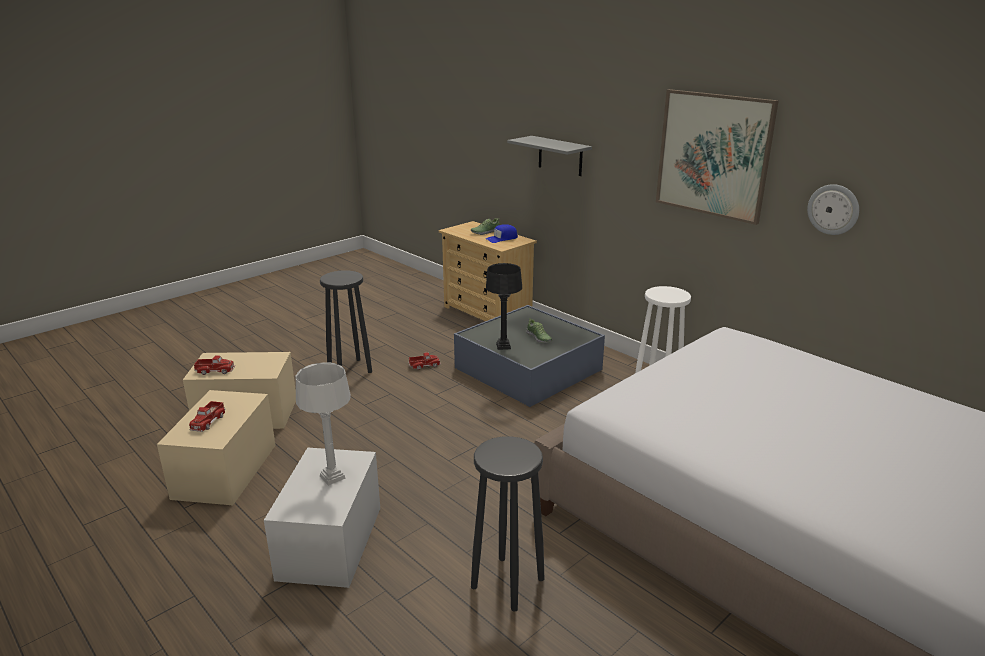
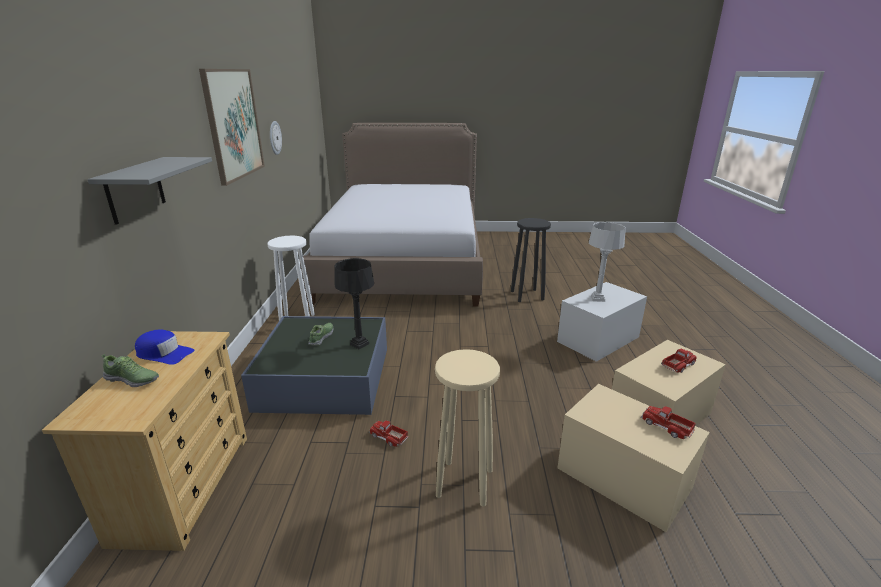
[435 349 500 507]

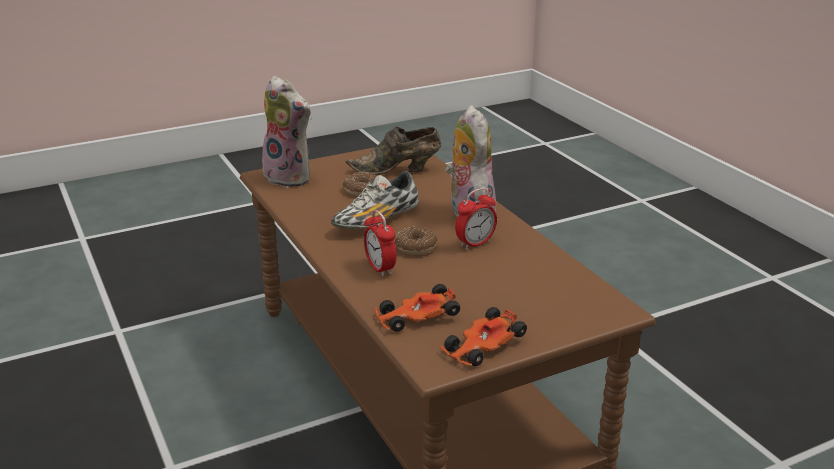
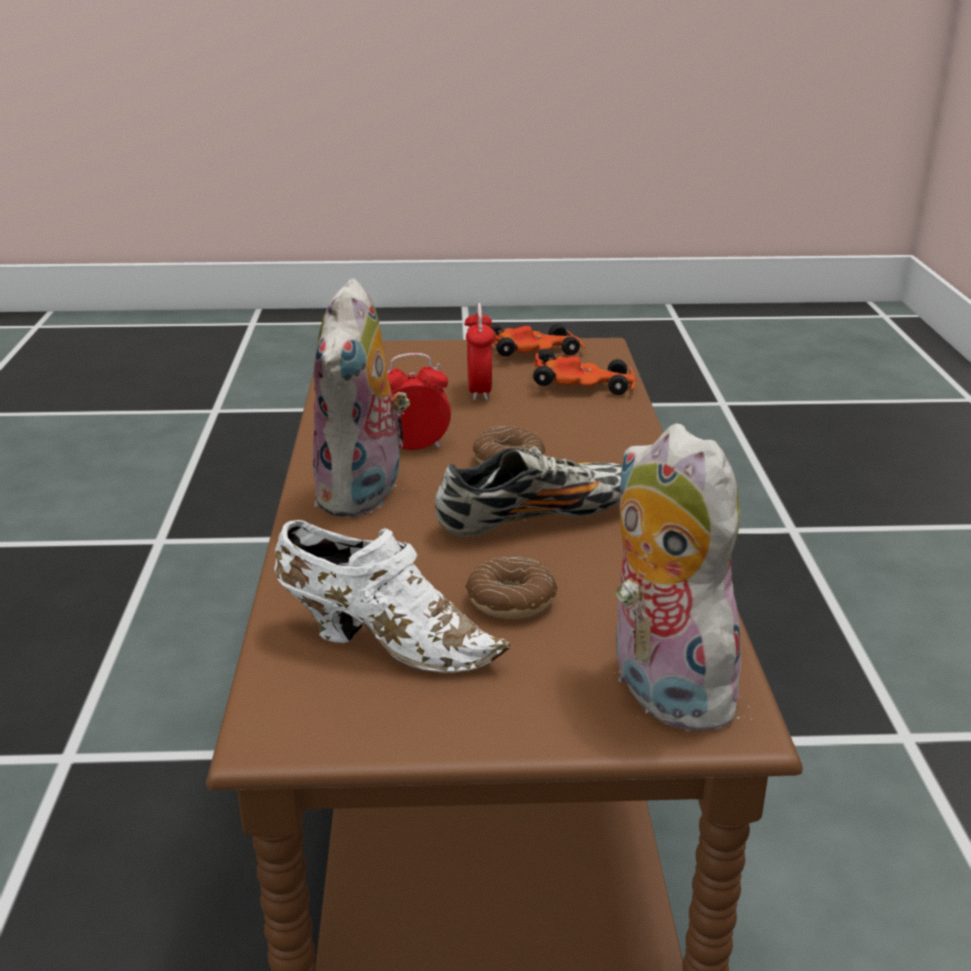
[274 520 510 673]
[464 303 495 401]

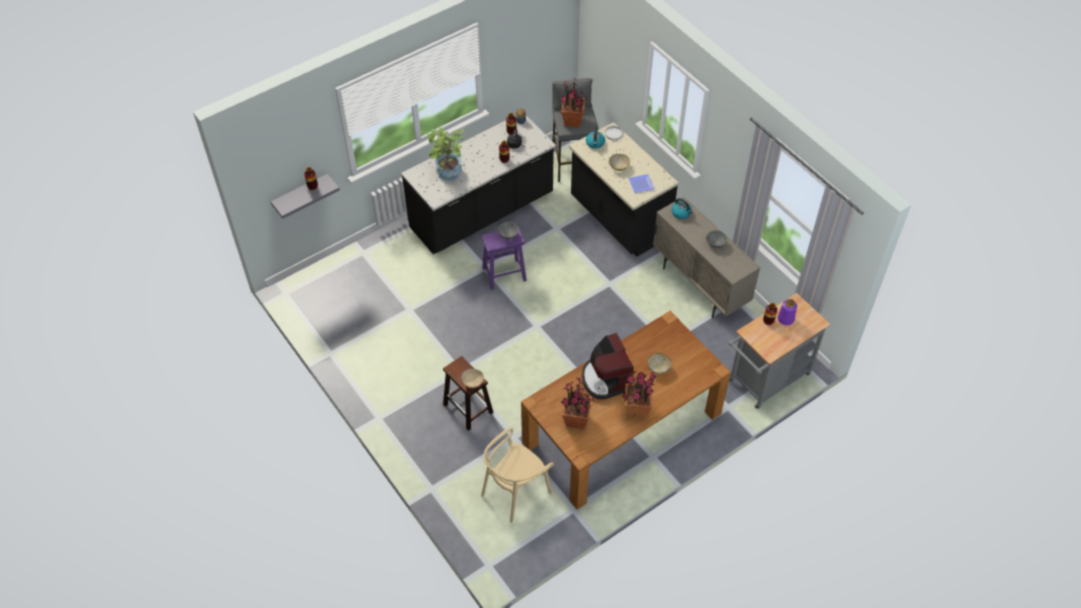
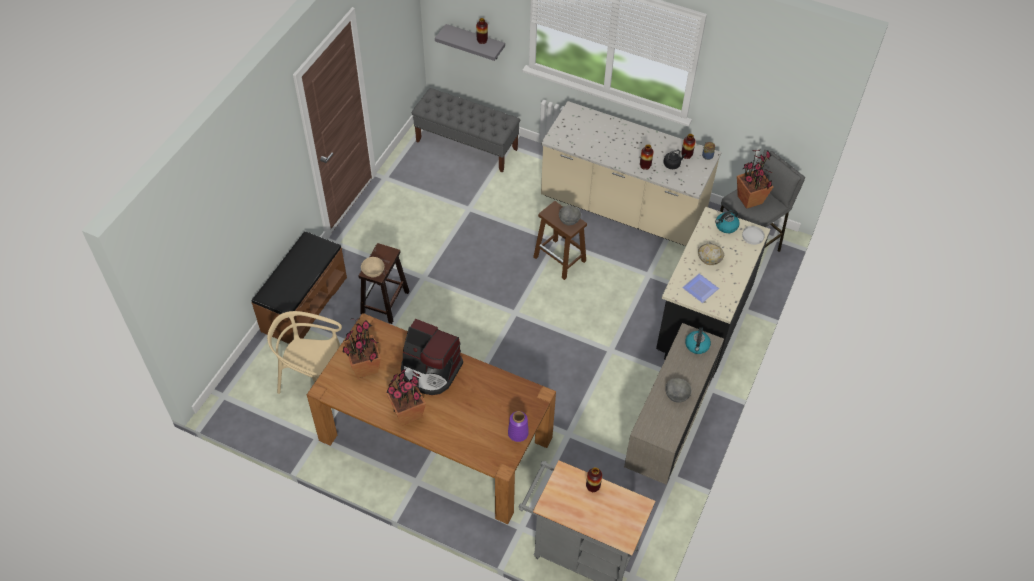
[252 231 347 344]
[401 319 463 395]
[412 88 520 173]
[508 411 529 442]
[533 201 587 280]
[541 101 722 246]
[427 128 464 181] (first image)
[648 353 672 374] (first image)

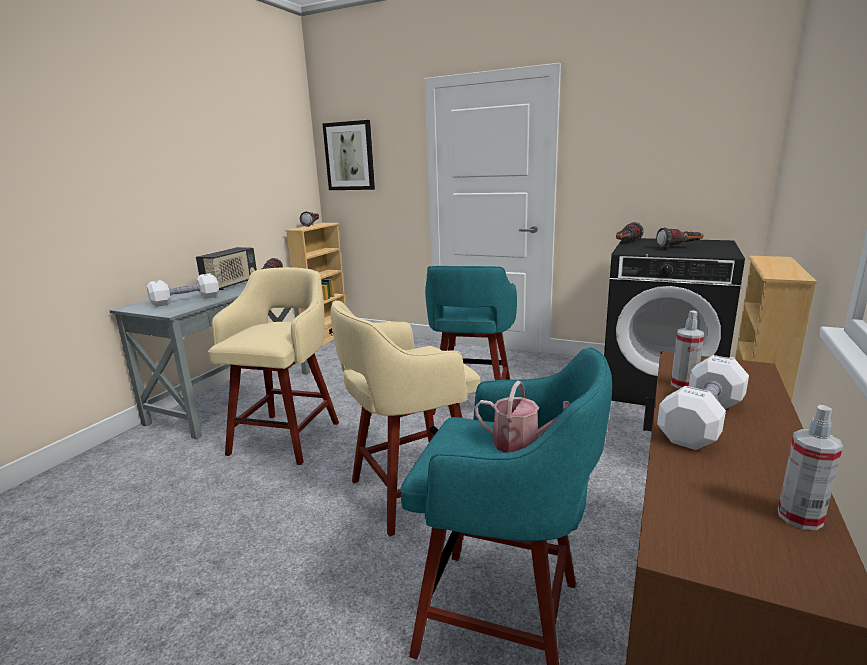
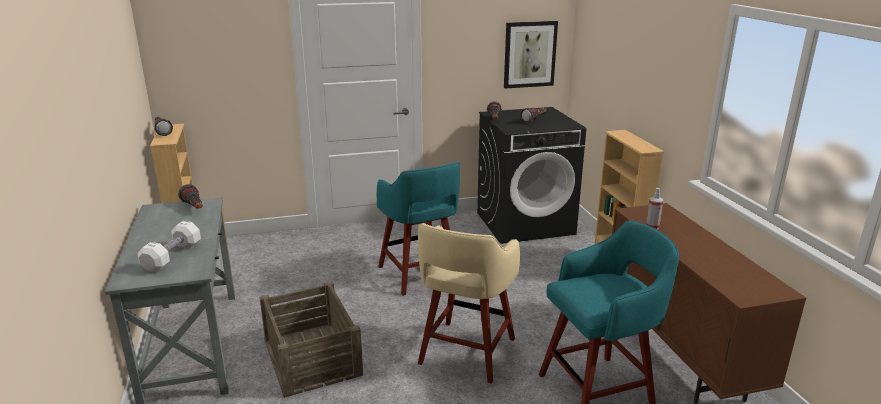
[259 281 363 398]
[504 21 558 89]
[196 247 257 290] (first image)
[474 381 571 453] (first image)
[657 355 749 450] (first image)
[778 405 843 530] (first image)

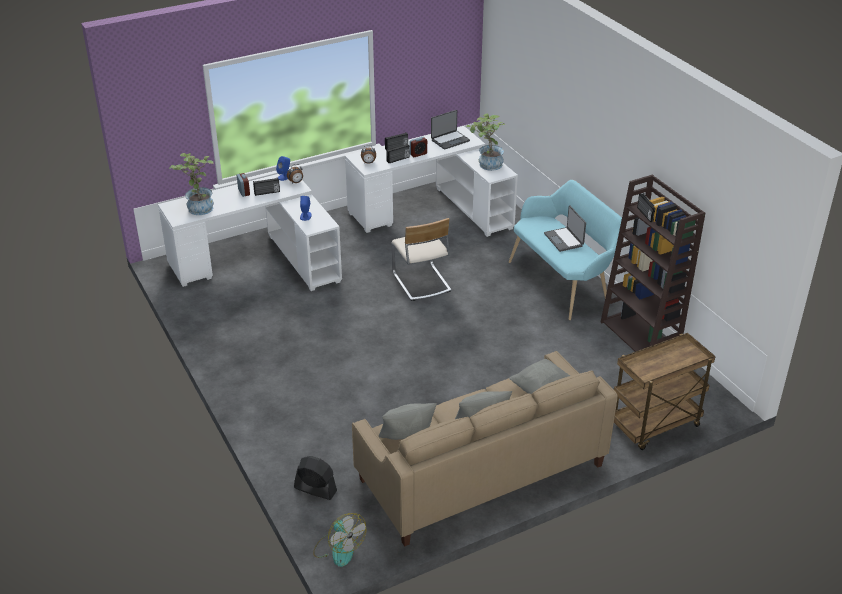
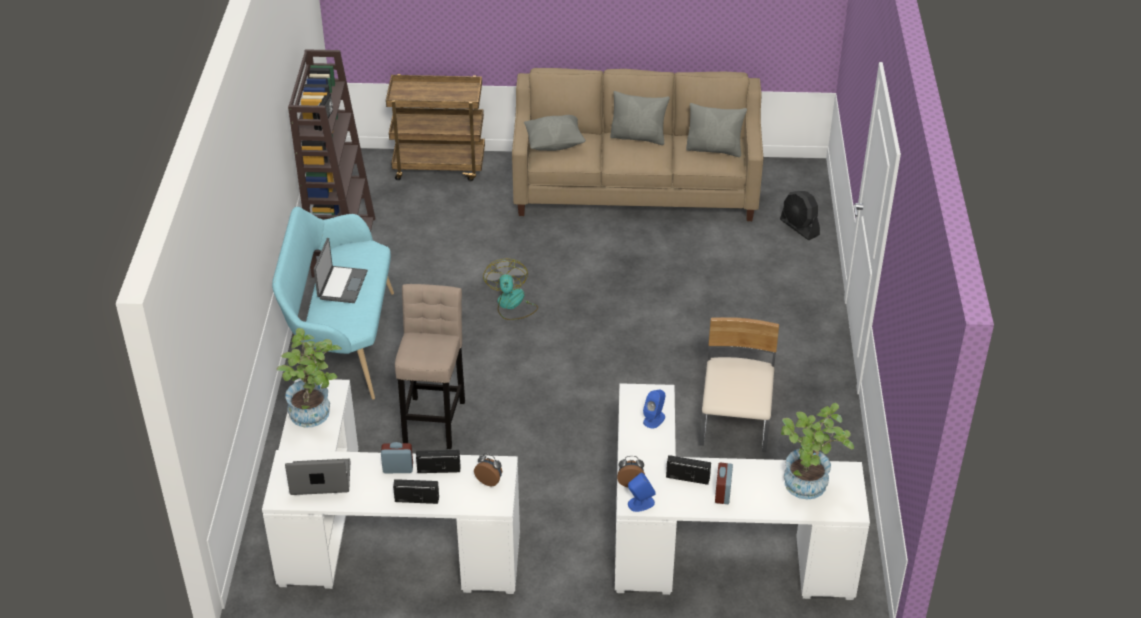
[395 284 465 449]
[483 259 538 320]
[700 317 779 452]

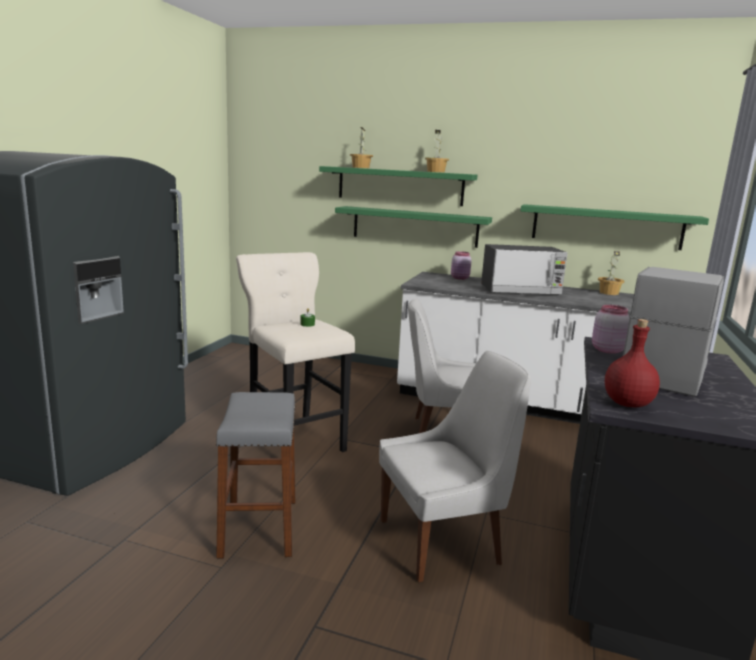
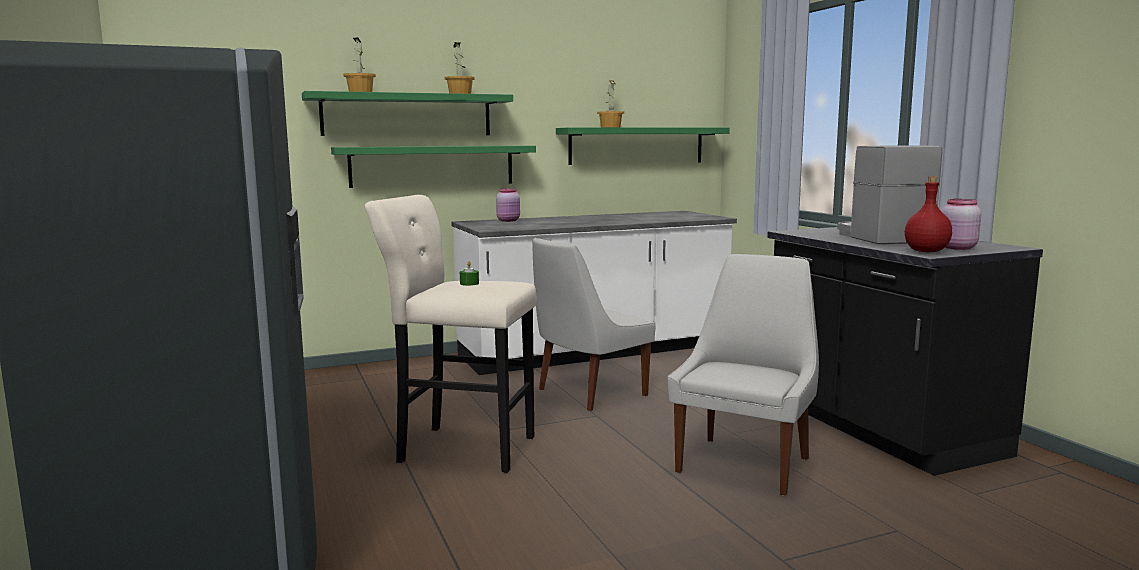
[597 80 624 127]
[942 199 981 250]
[216 392 296 559] (first image)
[481 244 567 294] (first image)

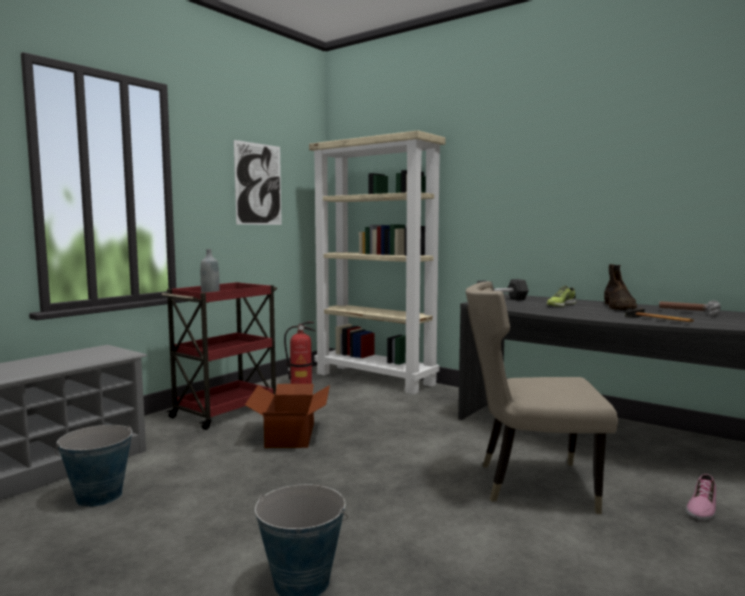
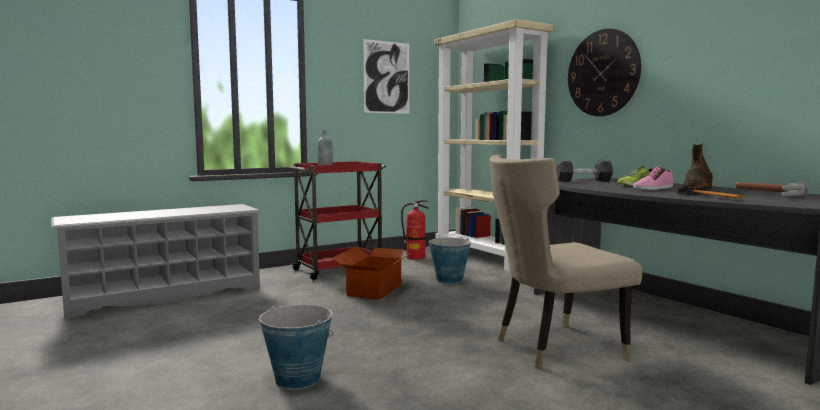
[427 238 471 284]
[490 154 642 368]
[568 28 641 116]
[633 167 673 190]

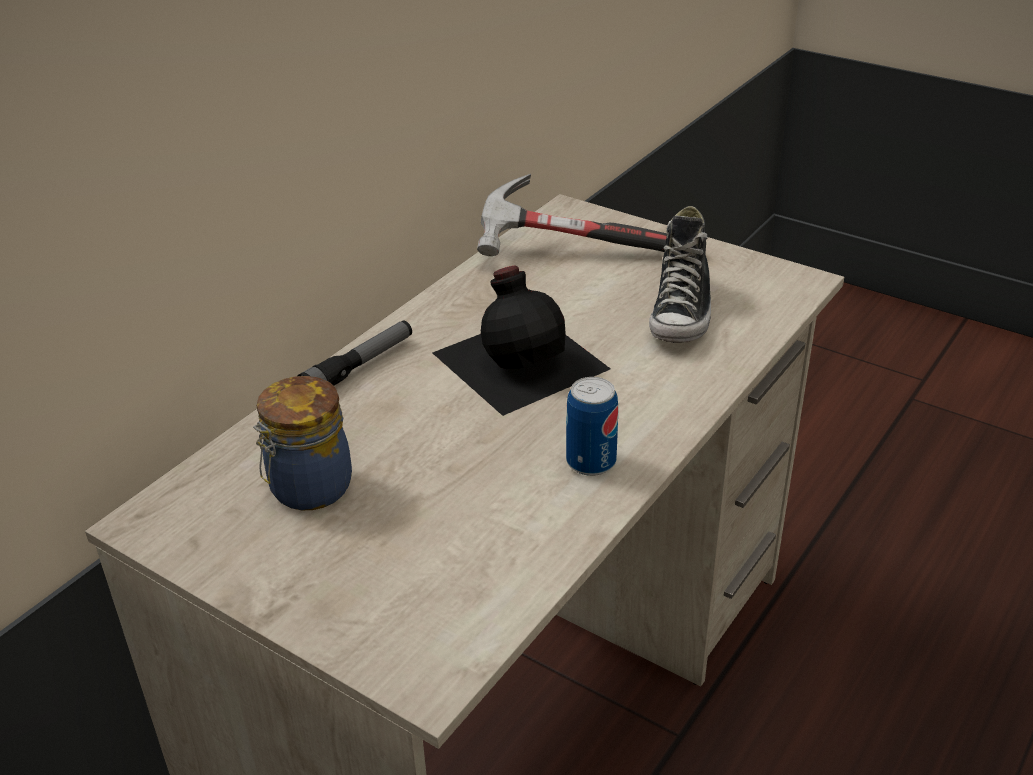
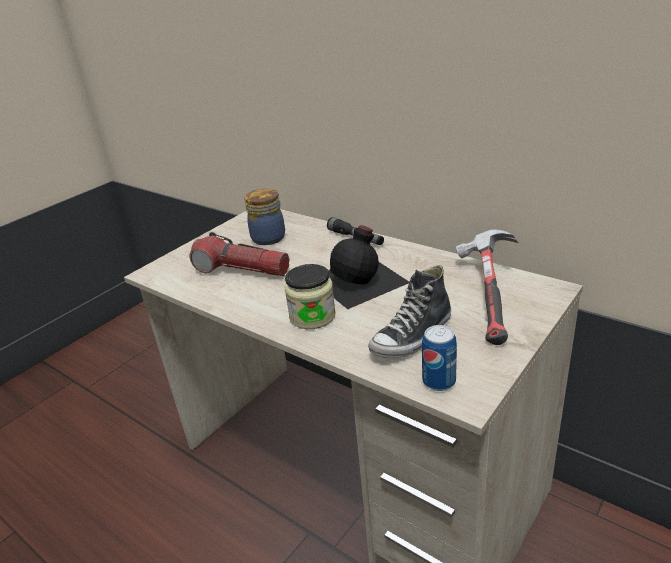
[189 232 290 276]
[284 264 336 329]
[368 265 451 358]
[422 325 457 391]

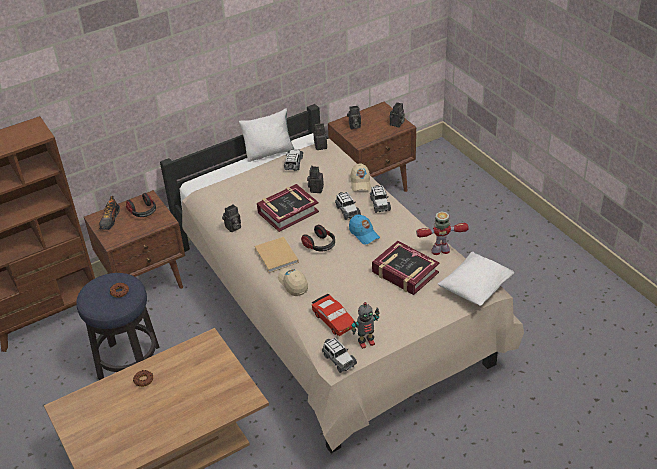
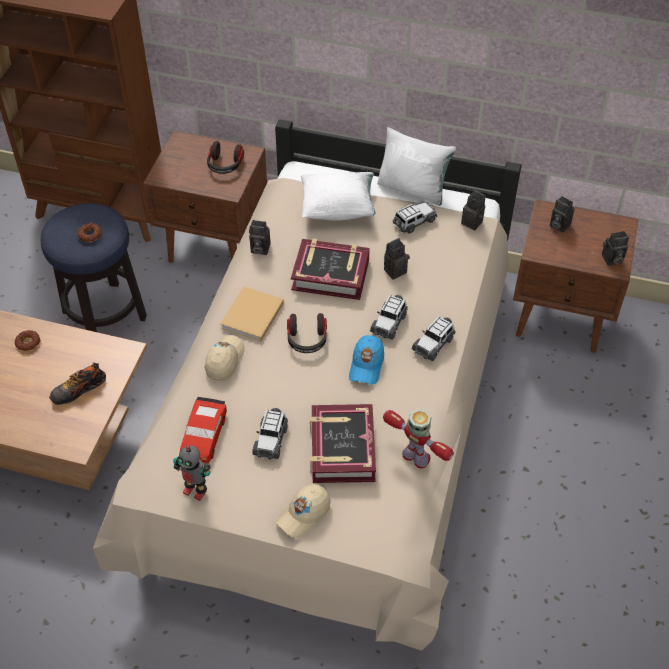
[49 362 106 405]
[252 408 288 459]
[276 484 331 538]
[301 172 376 221]

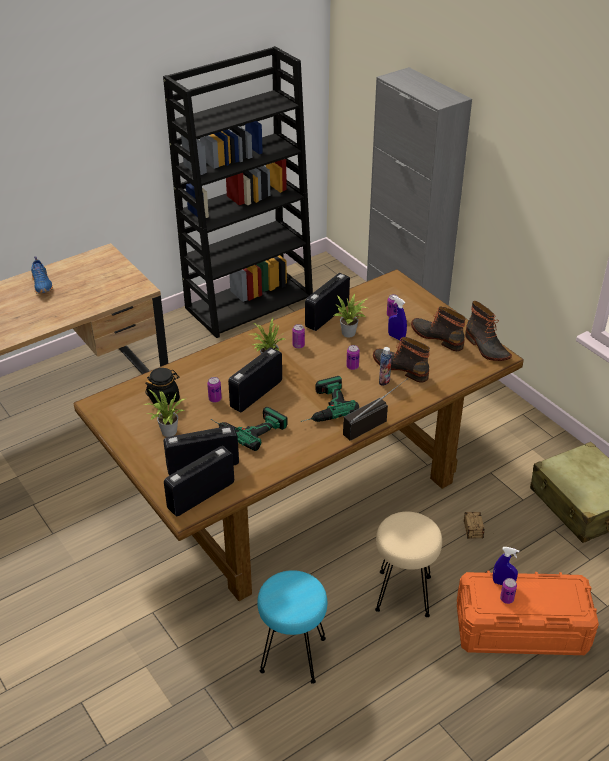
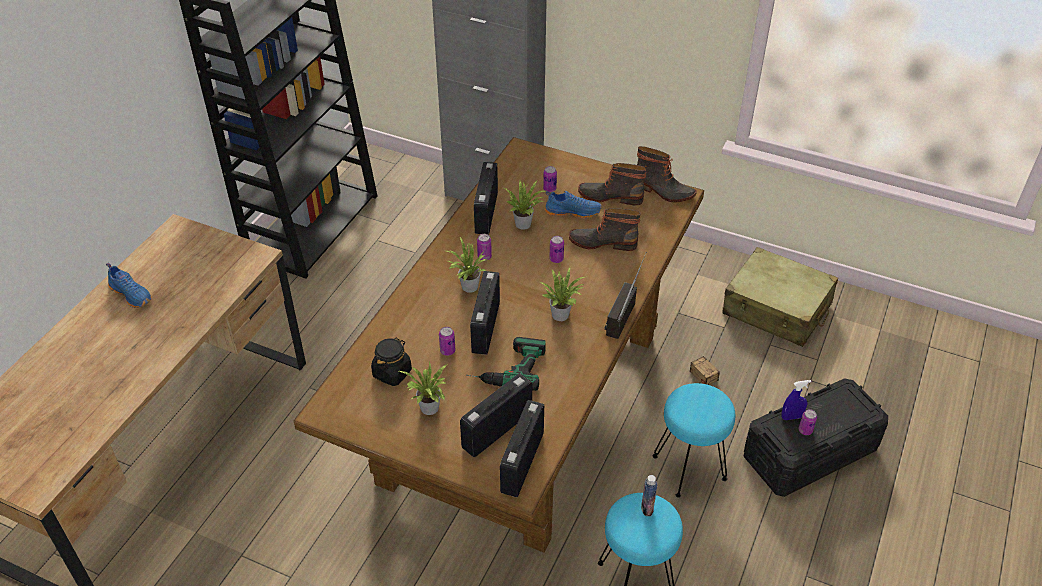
[539 267 585 321]
[544 191 602 219]
[641 475 657 516]
[652 383 735 498]
[743 378 888 497]

